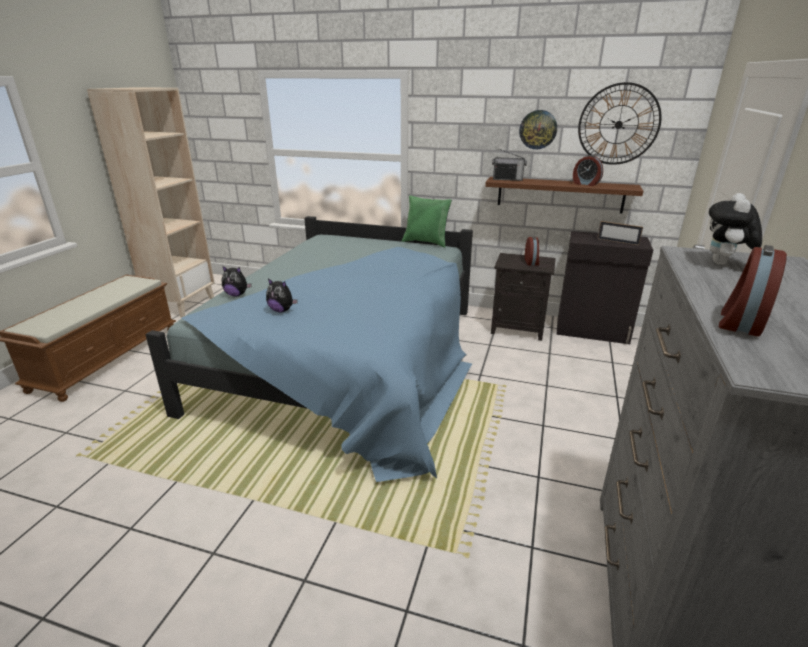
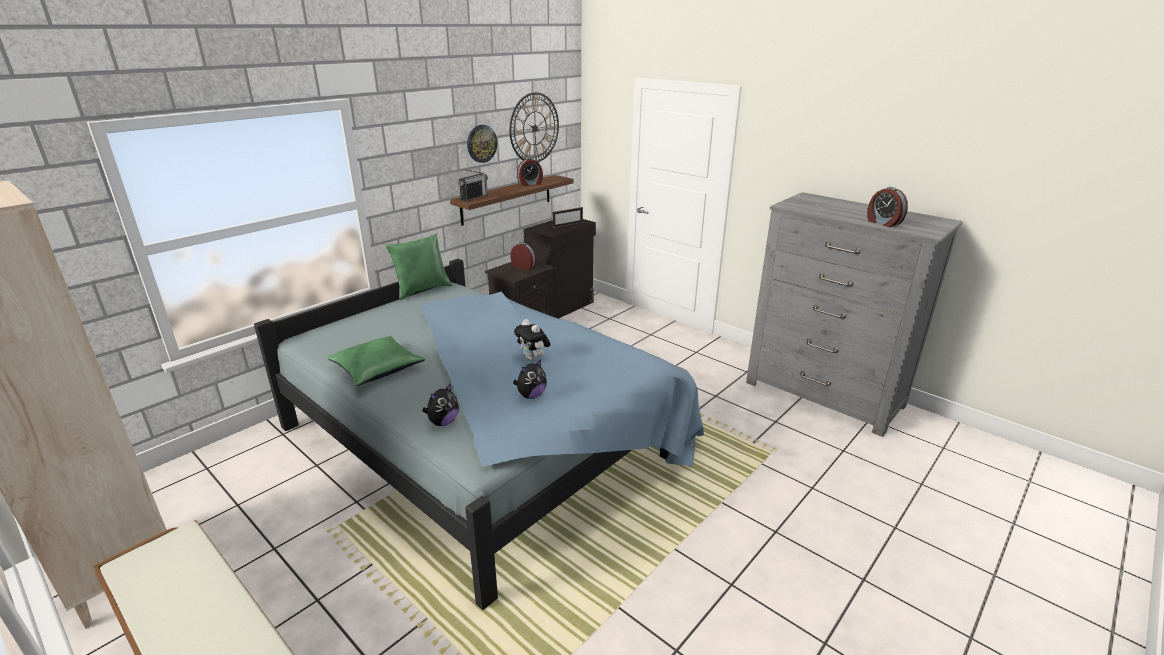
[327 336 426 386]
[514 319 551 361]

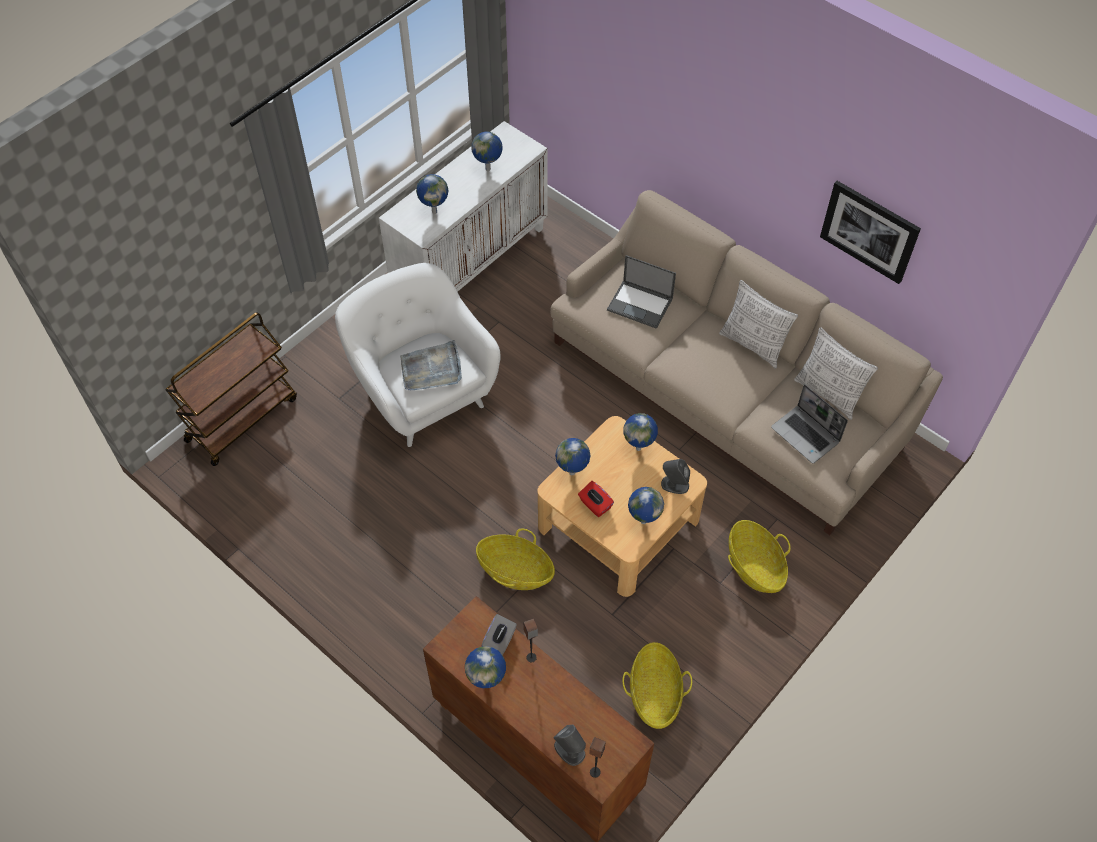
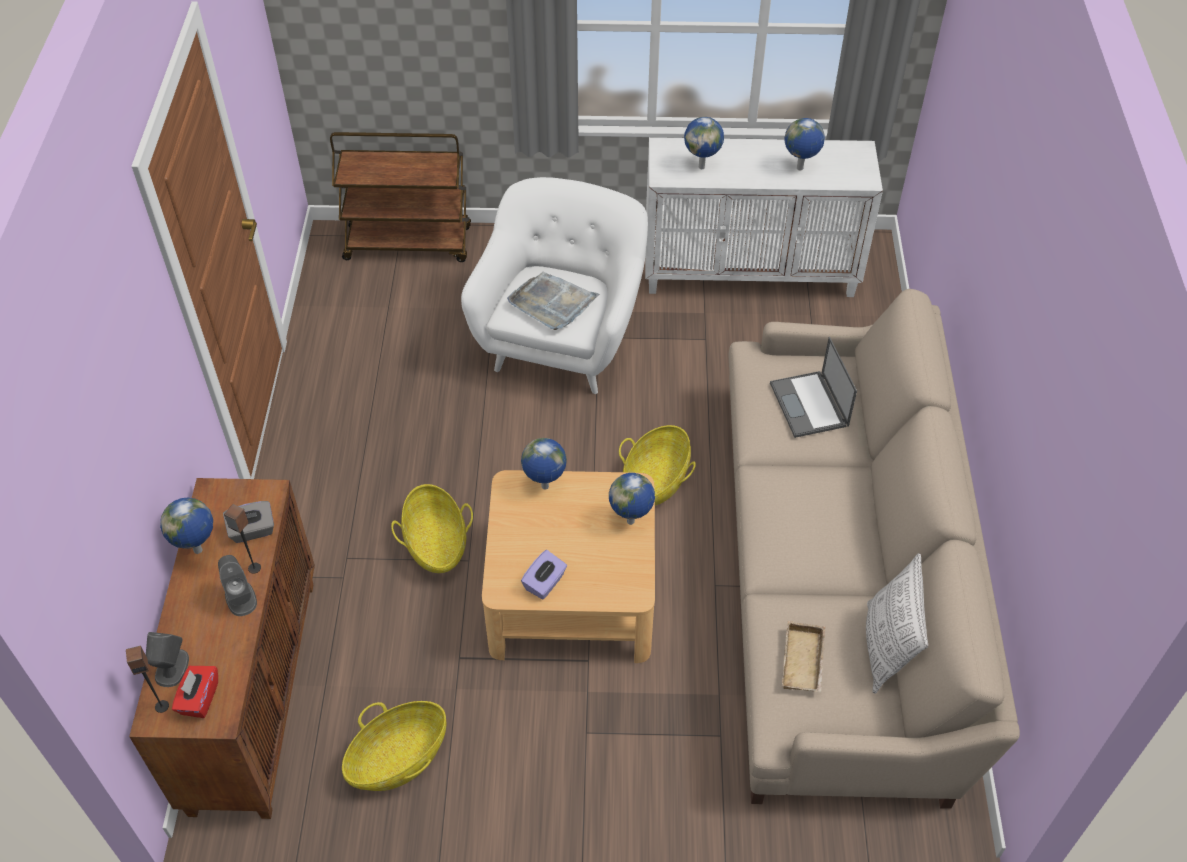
[172 666 218 718]
[218 555 257 616]
[521 550 567 599]
[619 425 696 505]
[782 621 825 693]
[719 280 798 369] (first image)
[820 181 921 284] (first image)

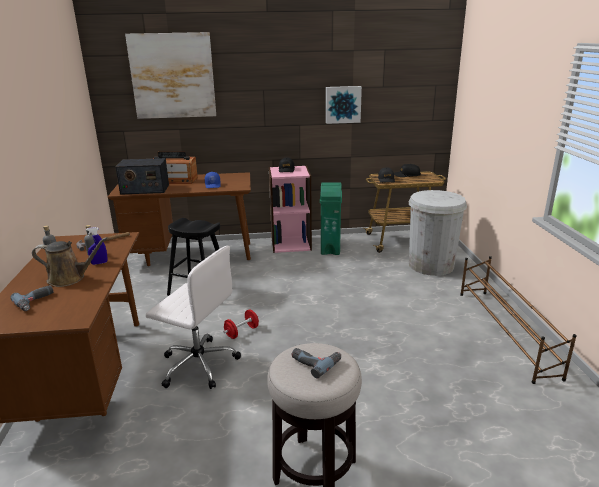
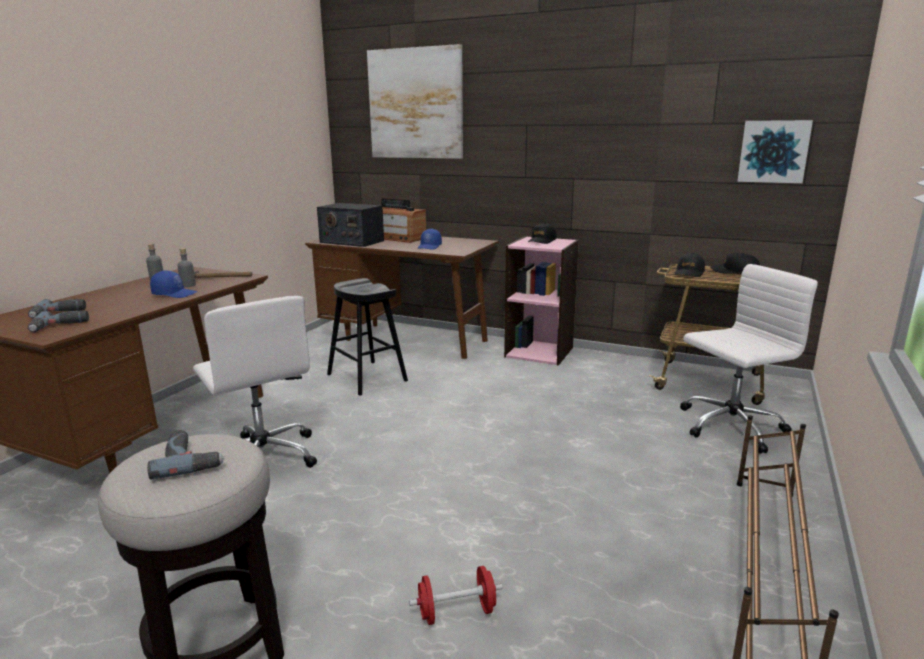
[28 310 89 332]
[150 270 197 298]
[409 566 503 625]
[680 264 818 453]
[737 120 813 183]
[32 237 108 287] (first image)
[320 182 342 255] (first image)

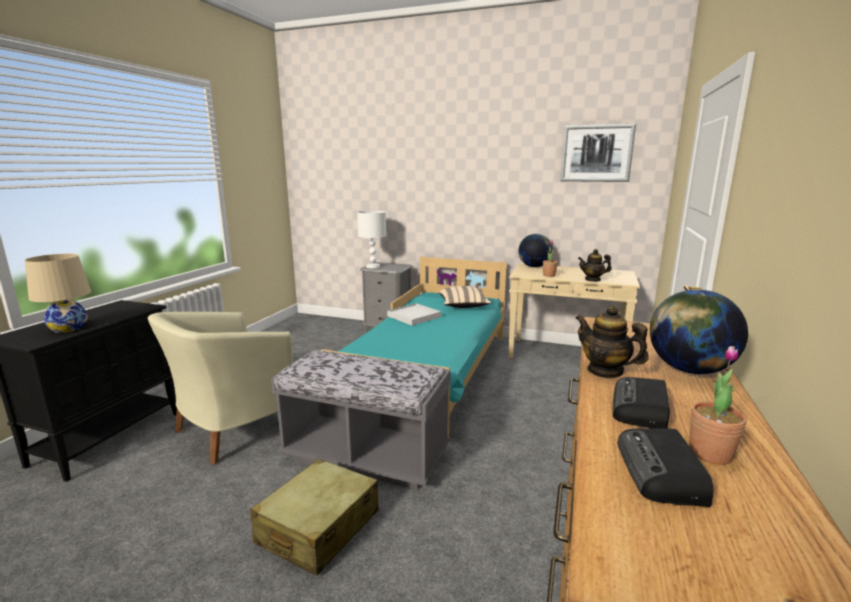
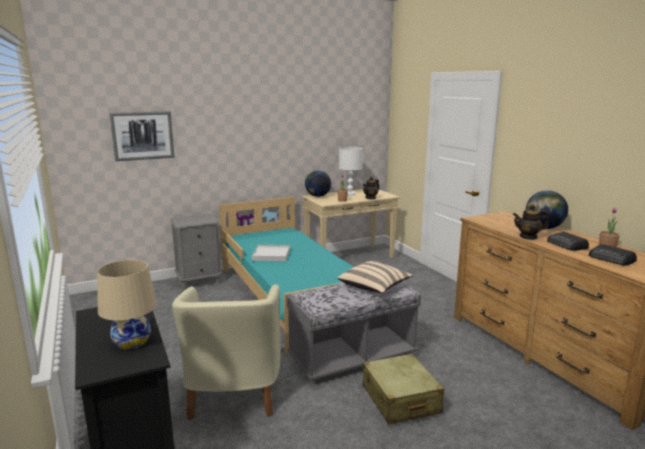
[109 111 175 161]
[337 261 413 293]
[339 147 363 196]

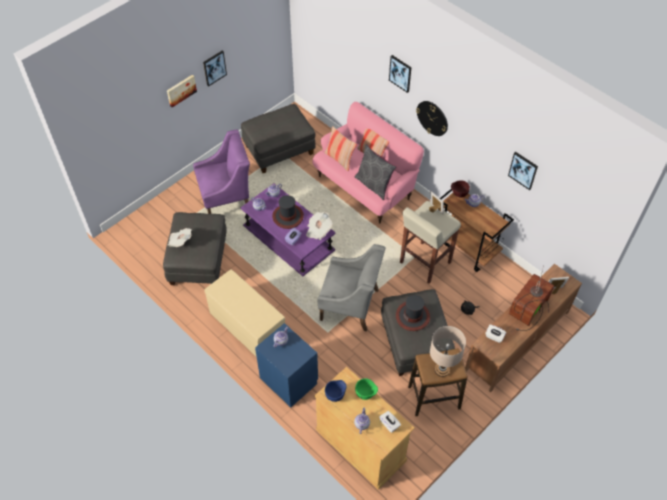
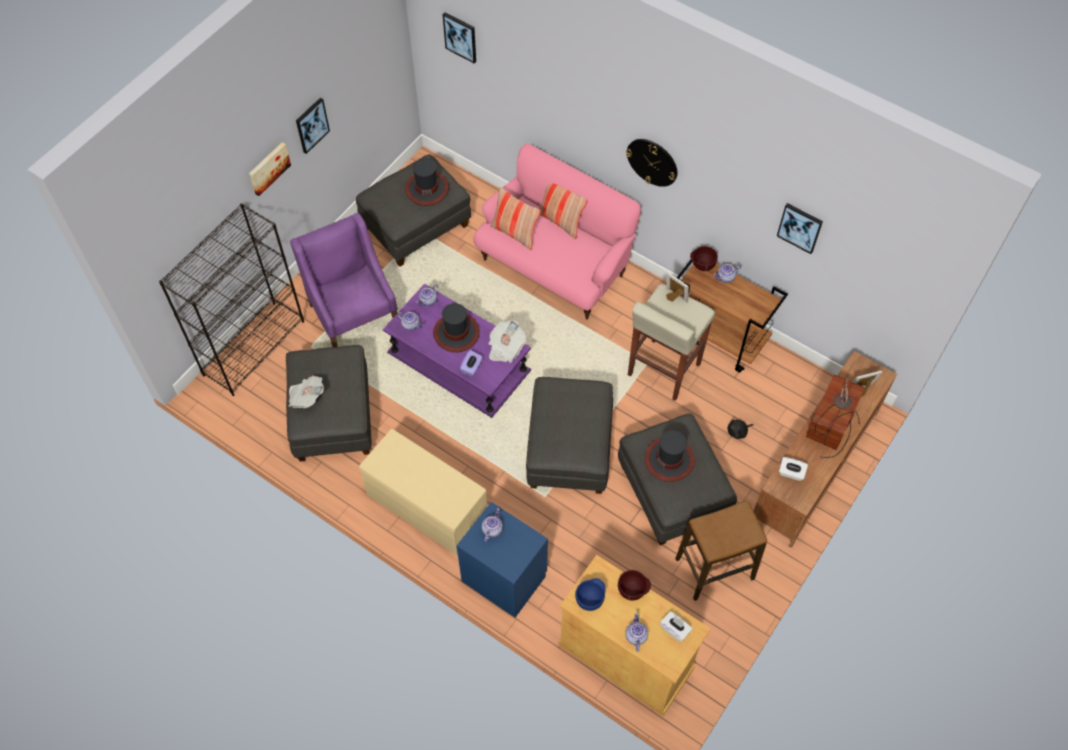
[159 203 304 396]
[290 213 398 347]
[405 158 449 206]
[443 12 476 63]
[526 377 613 494]
[618 570 651 601]
[355 144 396 200] (first image)
[430 326 466 377] (first image)

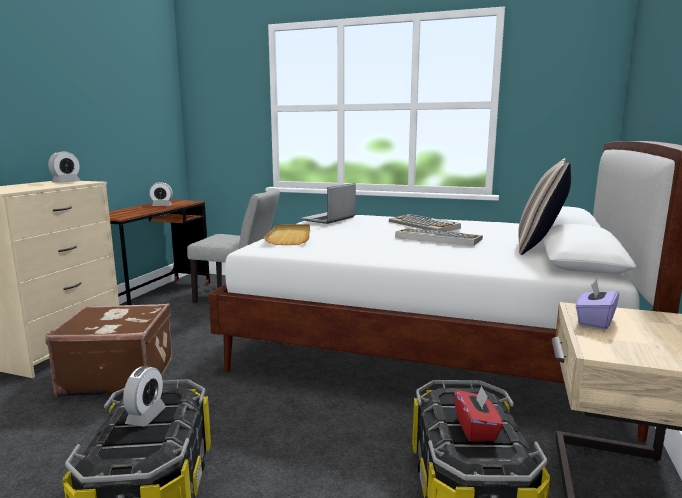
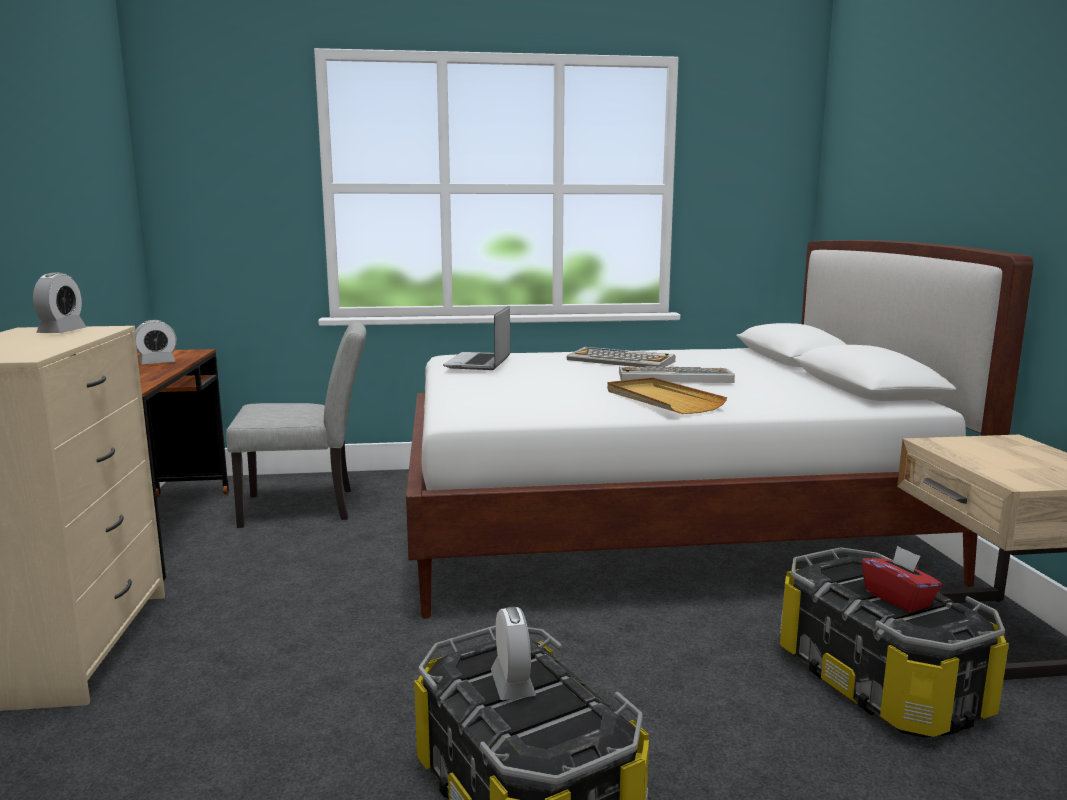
[607 377 727 414]
[45 303 172 397] (first image)
[519 158 571 255] (first image)
[576 279 619 329] (first image)

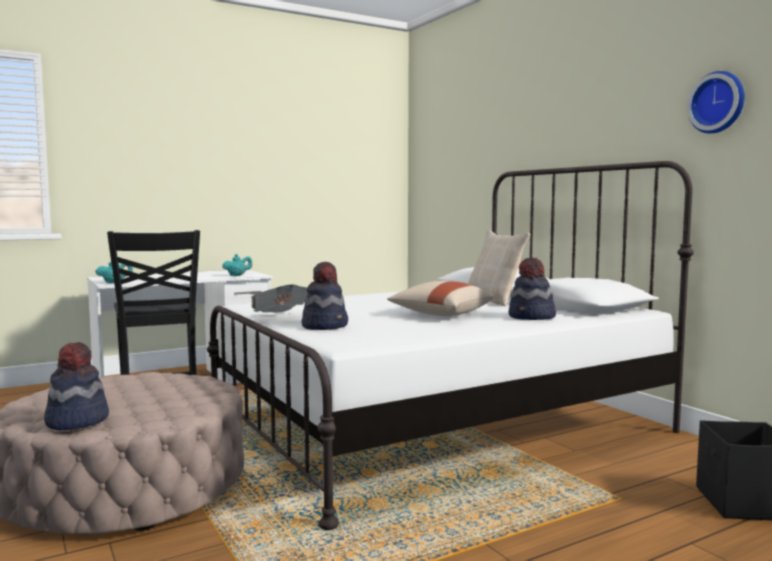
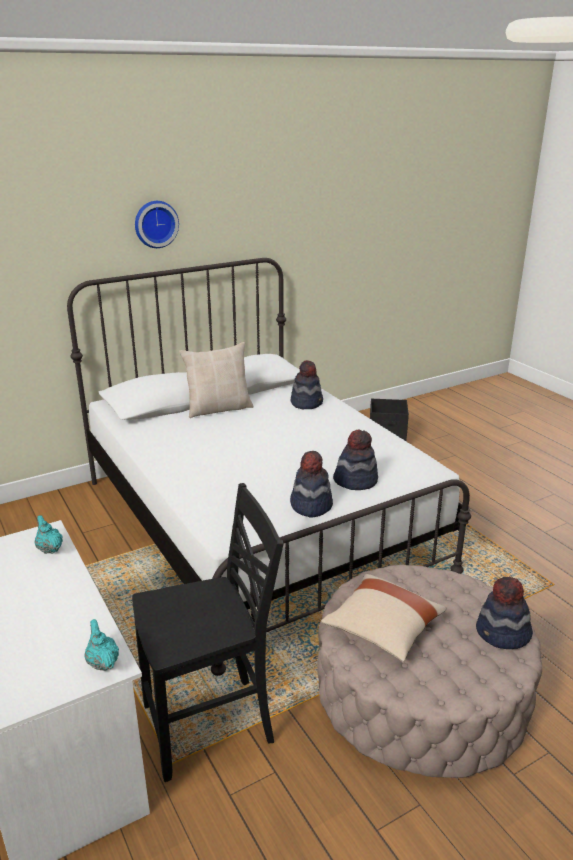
[135 201 179 248]
[290 451 333 517]
[321 574 446 662]

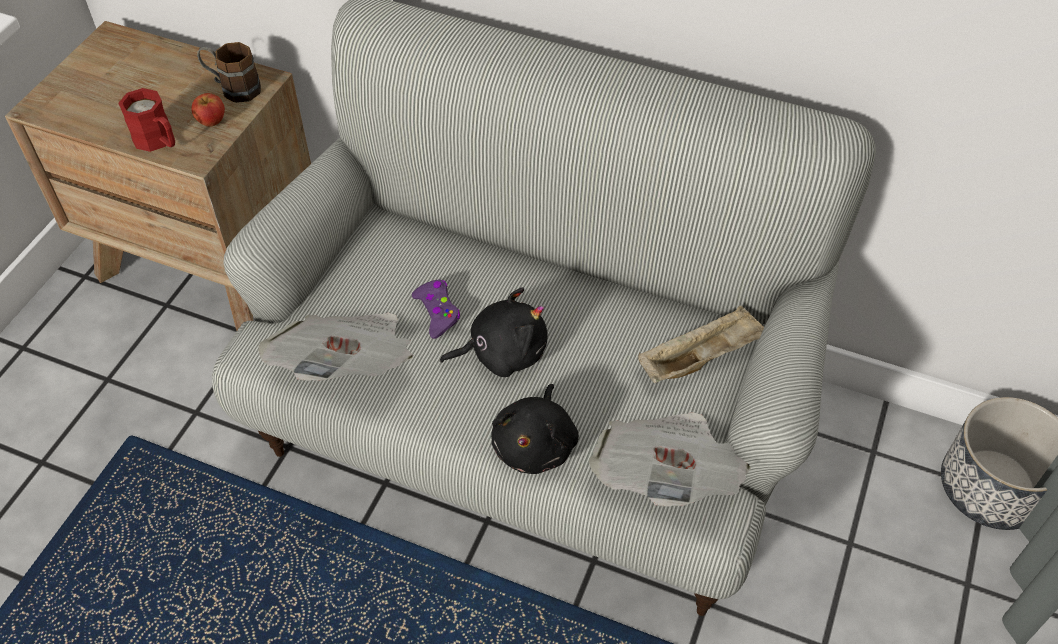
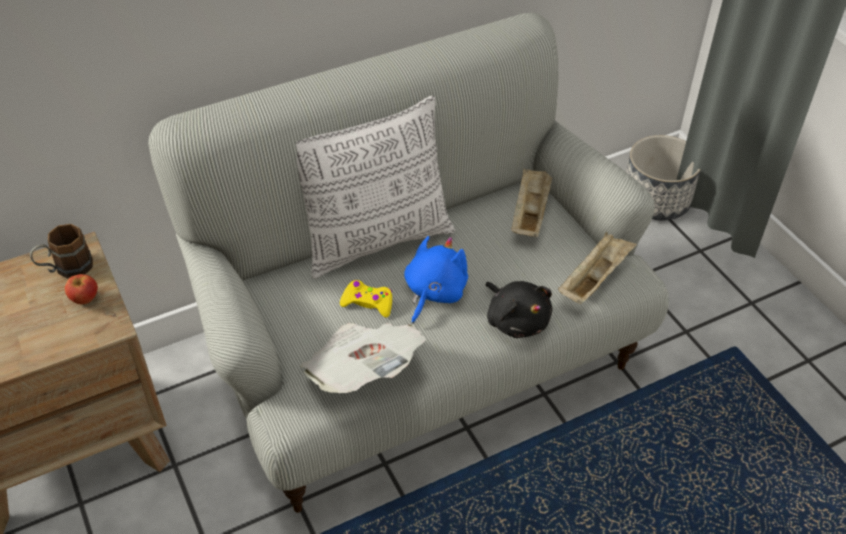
[296 95 455 279]
[340 280 392 318]
[404 236 468 324]
[558 232 637 304]
[118 88 175 152] (first image)

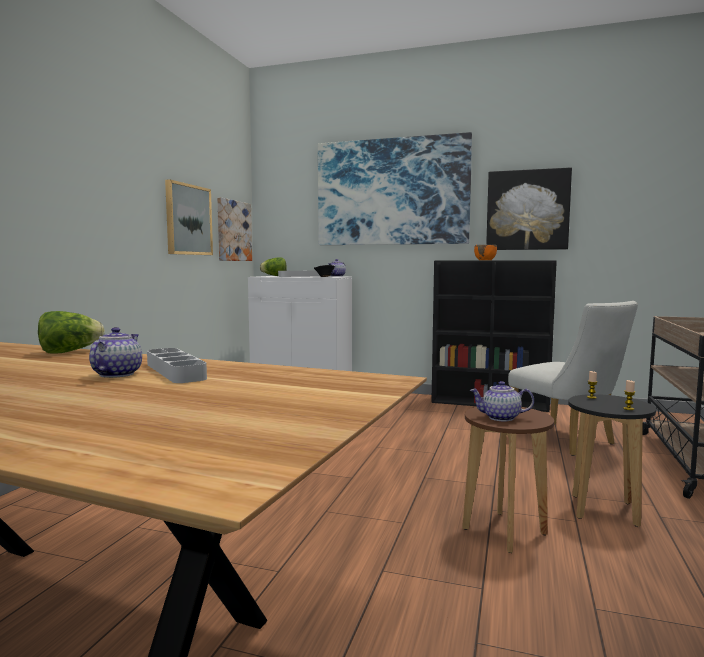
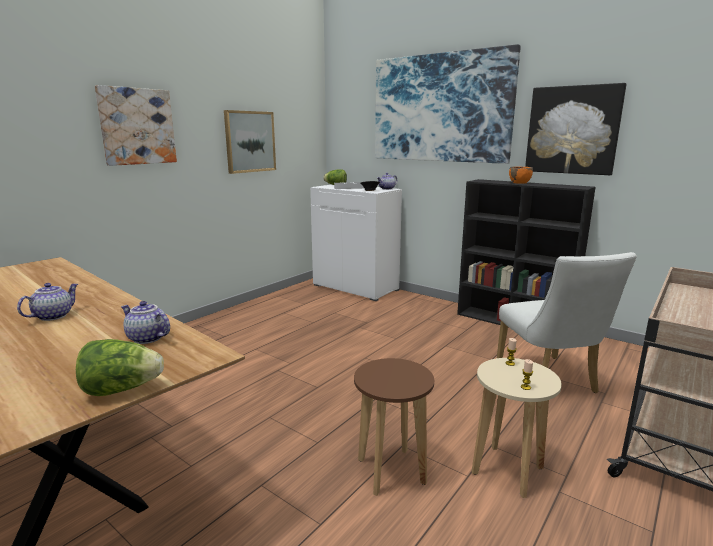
[76 339 164 396]
[95 85 177 166]
[121 301 170 344]
[471 358 562 498]
[147 348 207 383] (first image)

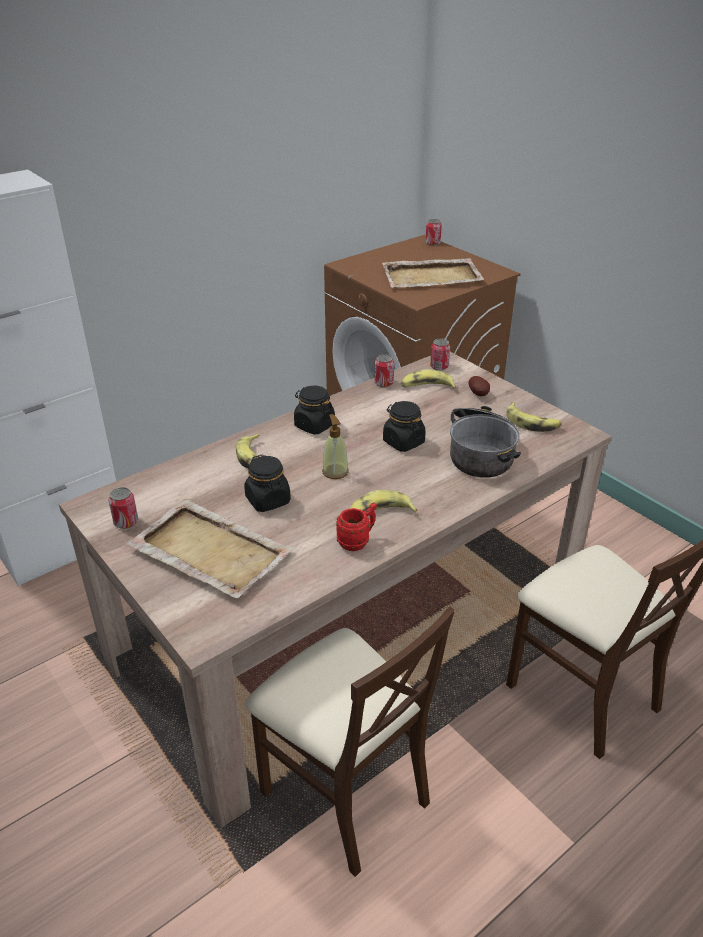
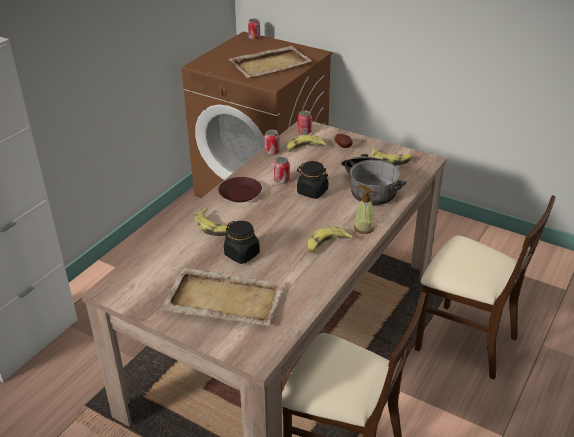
[218 177 262 202]
[274 157 290 184]
[354 185 374 234]
[336 503 377 551] (first image)

